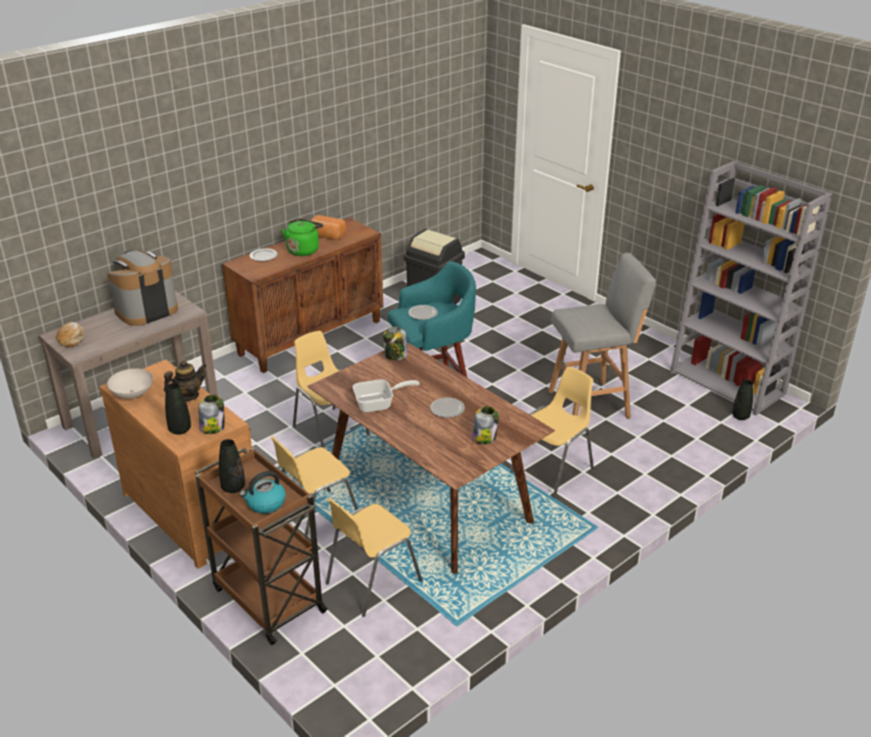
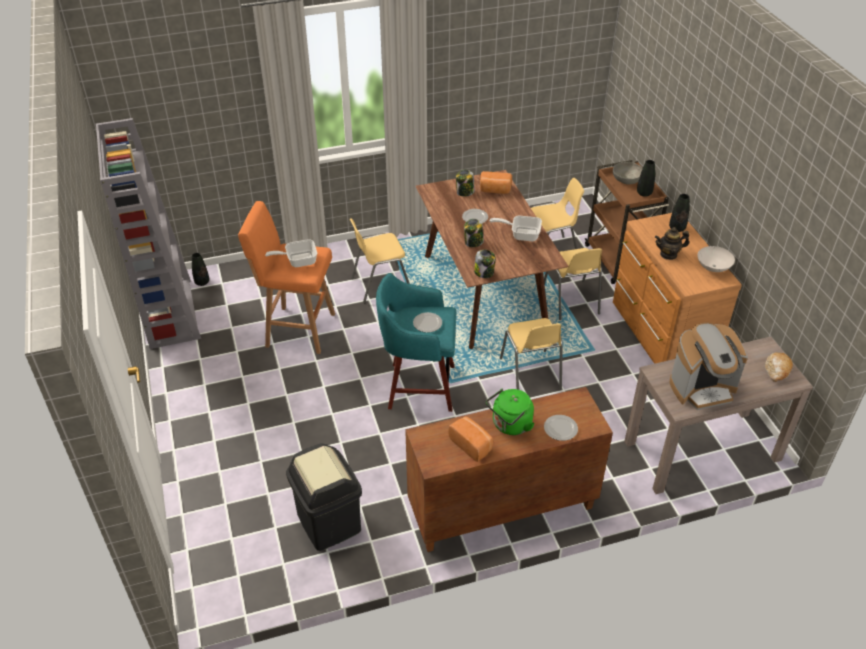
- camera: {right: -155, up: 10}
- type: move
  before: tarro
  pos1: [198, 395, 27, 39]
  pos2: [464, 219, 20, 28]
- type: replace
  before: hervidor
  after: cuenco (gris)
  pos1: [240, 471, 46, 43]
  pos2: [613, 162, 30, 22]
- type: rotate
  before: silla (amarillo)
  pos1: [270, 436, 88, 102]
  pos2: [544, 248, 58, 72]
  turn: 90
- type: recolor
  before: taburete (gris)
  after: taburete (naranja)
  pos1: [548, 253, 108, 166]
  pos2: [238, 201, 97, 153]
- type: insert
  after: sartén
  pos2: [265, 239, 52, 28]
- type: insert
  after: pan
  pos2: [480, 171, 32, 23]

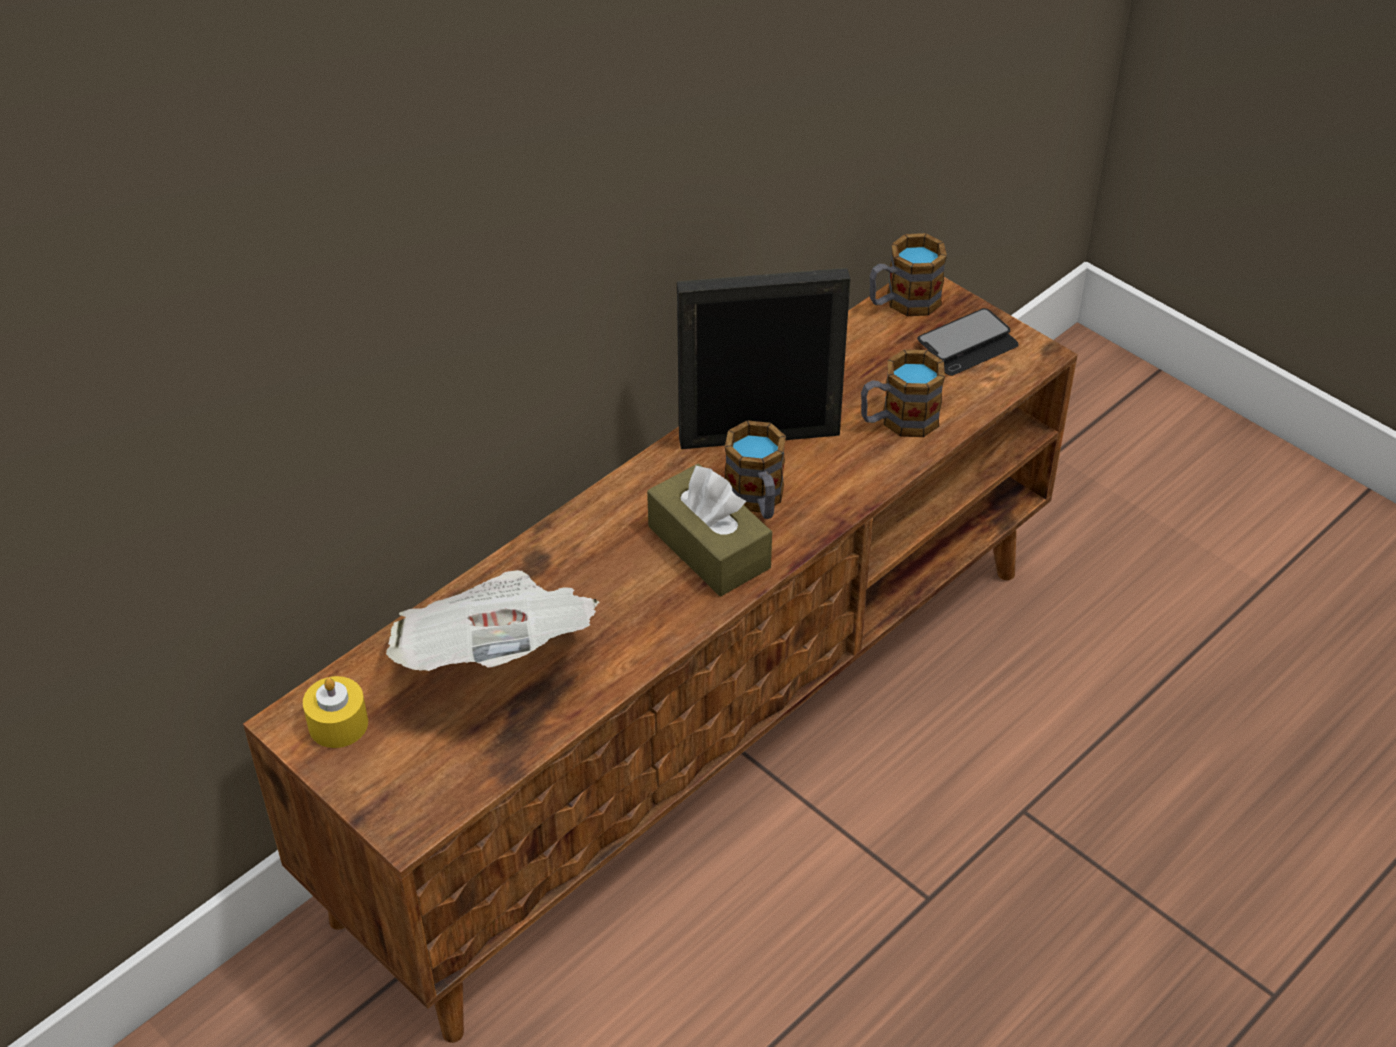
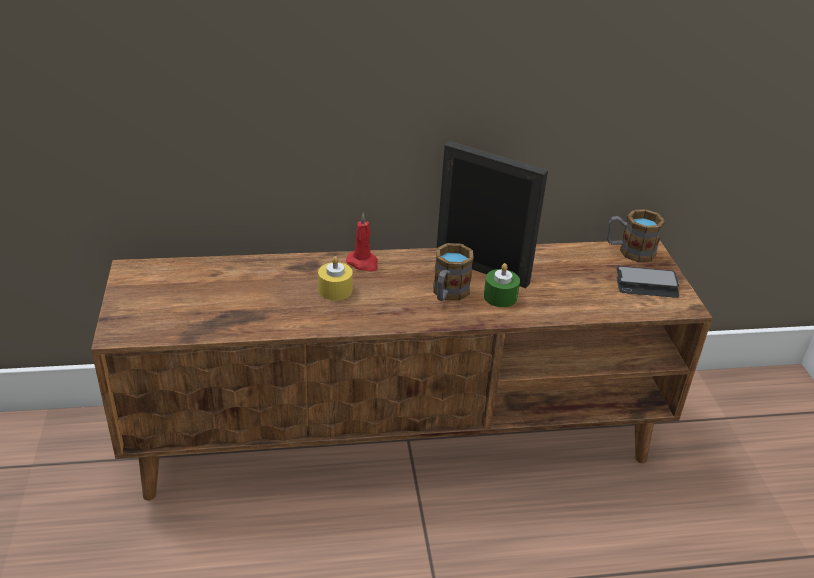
- camera: {right: 35, up: -10}
- type: move
  before: vela (amarillo)
  pos1: [303, 676, 65, 72]
  pos2: [318, 256, 35, 45]
- type: delete
  before: periódico
  pos1: [386, 570, 214, 101]
- type: delete
  before: caja de pañuelos (marrón)
  pos1: [647, 464, 125, 132]
- type: delete
  before: taza grande
  pos1: [861, 349, 84, 88]
- type: insert
  after: vela (rojo)
  pos2: [346, 213, 32, 59]
- type: insert
  after: vela (verde)
  pos2: [484, 263, 36, 44]

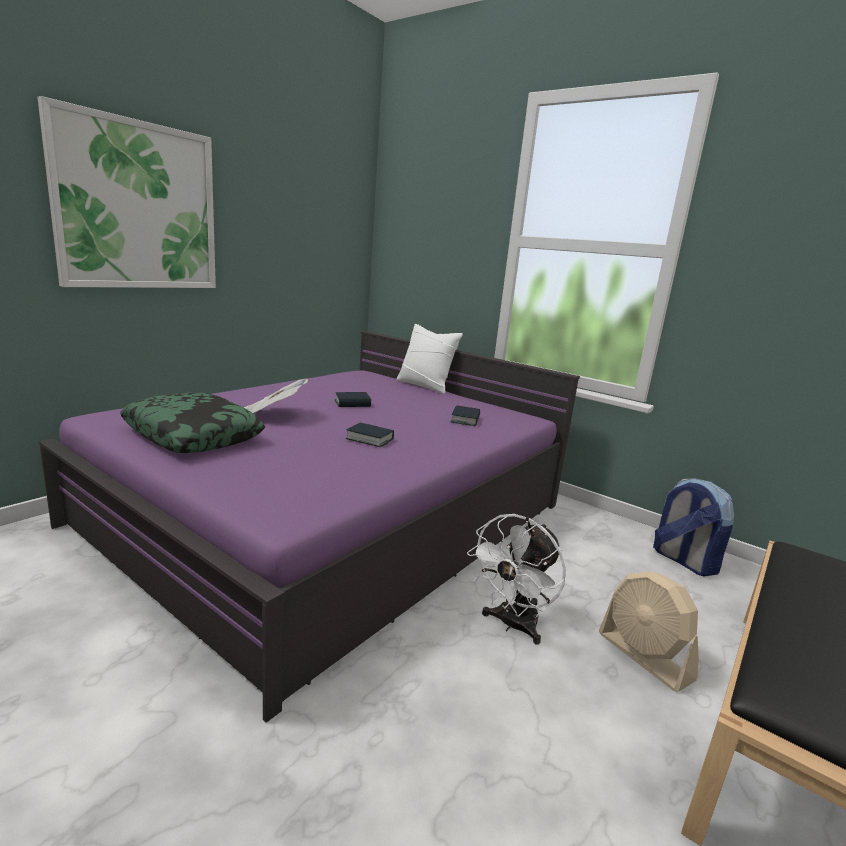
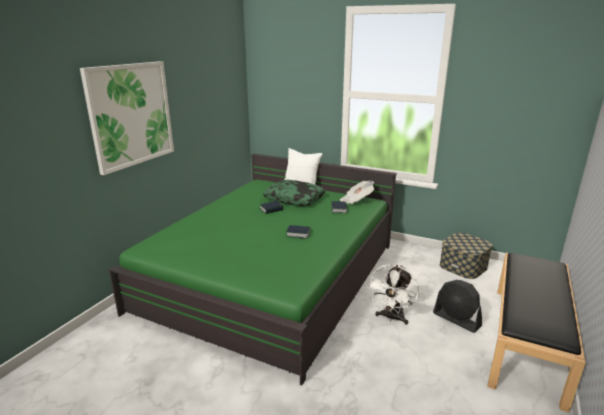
- camera: {right: -10, up: 5}
- type: recolor
  before: cama (morado)
  after: cama (verde)
  pos1: [39, 331, 541, 392]
  pos2: [108, 154, 289, 231]
- type: move
  before: cojín
  pos1: [120, 392, 145, 61]
  pos2: [263, 180, 62, 26]
- type: move
  before: periódico
  pos1: [244, 379, 64, 34]
  pos2: [340, 181, 34, 23]
- type: recolor
  before: ventilador (beis)
  after: ventilador (negro)
  pos1: [599, 571, 100, 121]
  pos2: [433, 280, 49, 53]
- type: replace
  before: mochila
  after: caja de almacenaje
  pos1: [653, 478, 81, 99]
  pos2: [440, 233, 53, 46]

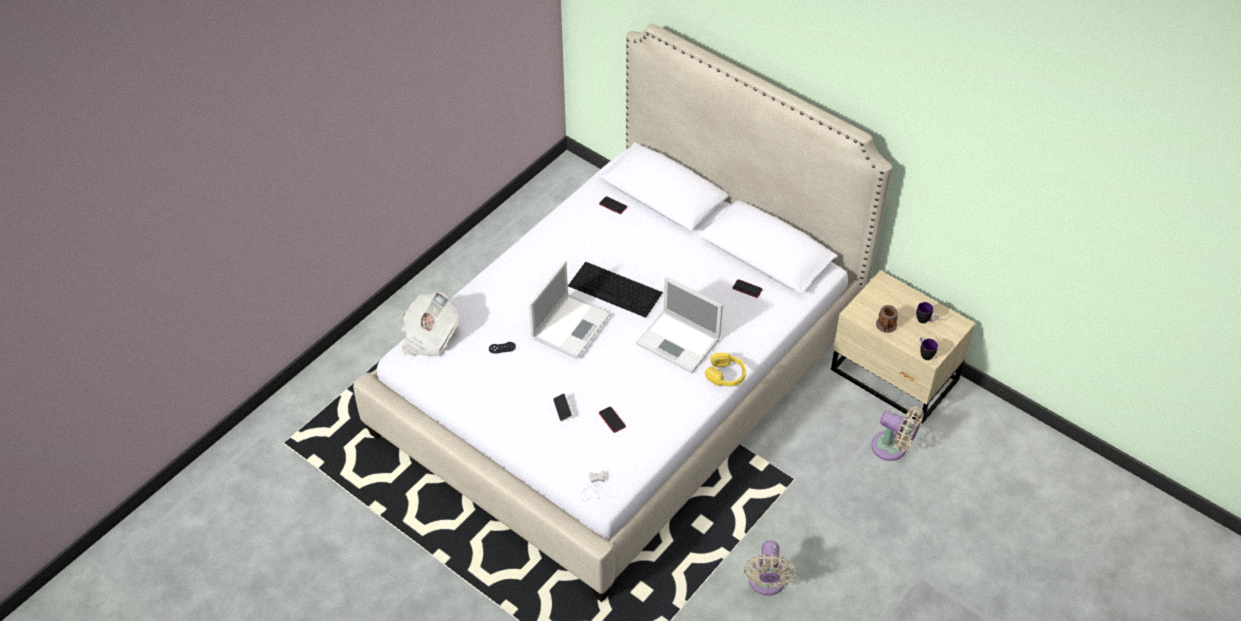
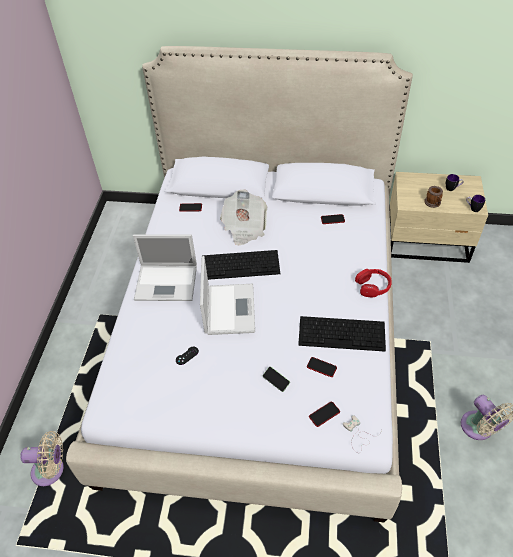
- camera: {right: -30, up: 0}
- type: move
  before: periódico
  pos1: [402, 292, 57, 65]
  pos2: [220, 190, 47, 56]
- type: move
  before: portátil
  pos1: [636, 277, 87, 96]
  pos2: [133, 234, 64, 67]
- type: recolor
  before: auriculares (amarillo)
  after: auriculares (rojo)
  pos1: [705, 353, 41, 33]
  pos2: [355, 269, 37, 29]
- type: move
  before: ventilador (beis)
  pos1: [871, 406, 53, 55]
  pos2: [20, 431, 44, 55]
- type: insert
  after: teclado
  pos2: [298, 316, 88, 36]
- type: insert
  after: móvil
  pos2: [309, 402, 31, 25]

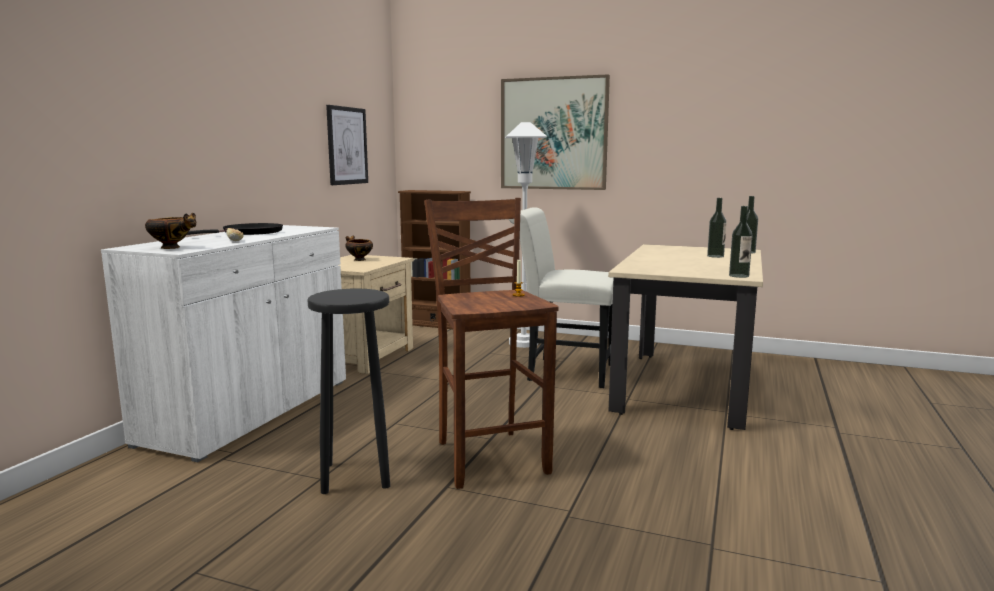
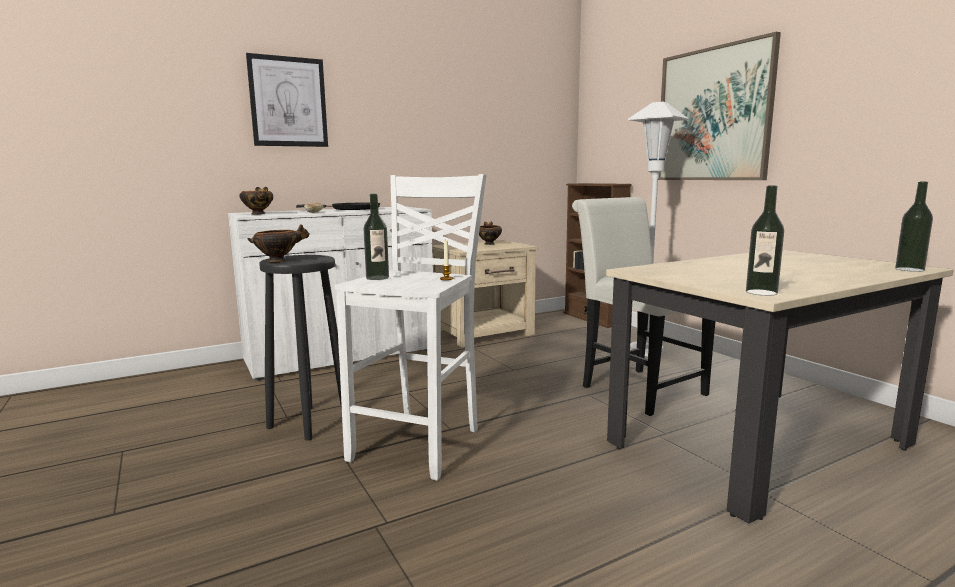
- camera: {right: 40, up: 0}
- type: move
  before: cuadro
  pos1: [326, 105, 42, 80]
  pos2: [246, 53, 82, 94]
- type: recolor
  before: taburete (marrón)
  after: taburete (blanco)
  pos1: [424, 198, 135, 291]
  pos2: [335, 174, 151, 307]
- type: move
  before: botella
  pos1: [707, 198, 20, 60]
  pos2: [364, 194, 25, 86]
- type: insert
  after: cuenco
  pos2: [248, 224, 61, 38]

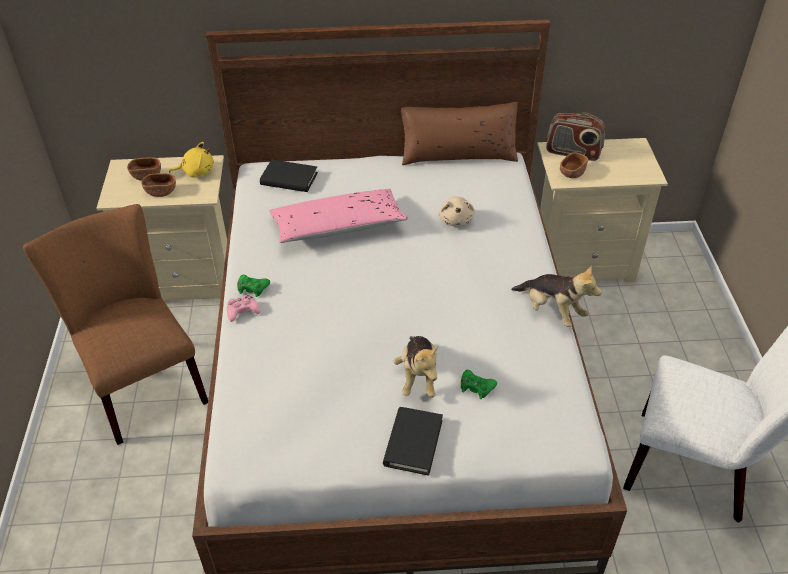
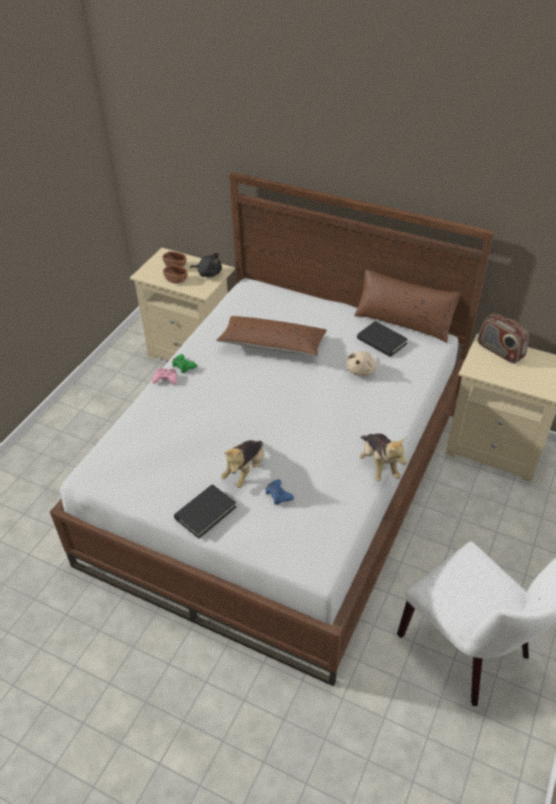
- camera: {right: 30, up: 0}
- type: delete
  before: silla (marrón)
  pos1: [23, 204, 185, 241]
- type: recolor
  before: peluche (amarillo)
  after: peluche (negro)
  pos1: [169, 142, 45, 36]
  pos2: [190, 253, 32, 24]
- type: move
  before: libro (negro)
  pos1: [260, 160, 58, 32]
  pos2: [357, 321, 51, 36]
- type: recolor
  before: cojín (rosa)
  after: cojín (marrón)
  pos1: [269, 189, 139, 54]
  pos2: [216, 316, 111, 40]
- type: recolor
  before: mando de consola (verde)
  after: mando de consola (azul)
  pos1: [461, 370, 36, 29]
  pos2: [265, 479, 29, 26]
- type: delete
  before: cuenco (marrón)
  pos1: [560, 152, 28, 26]

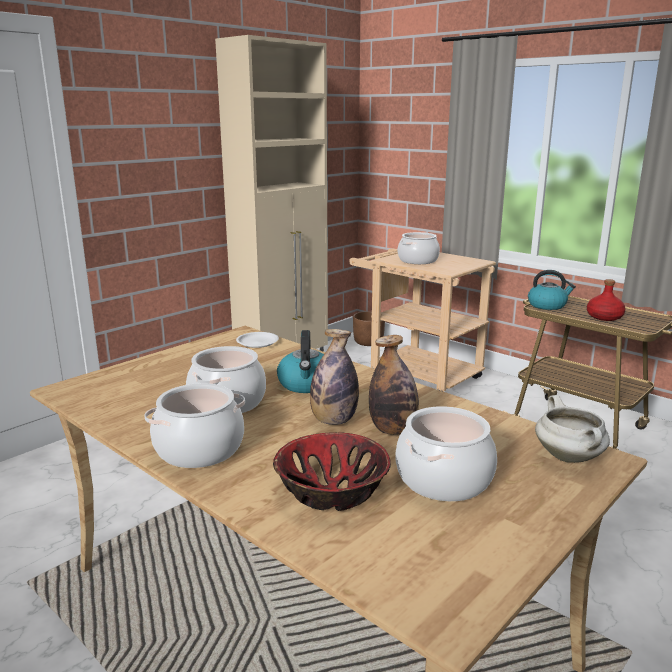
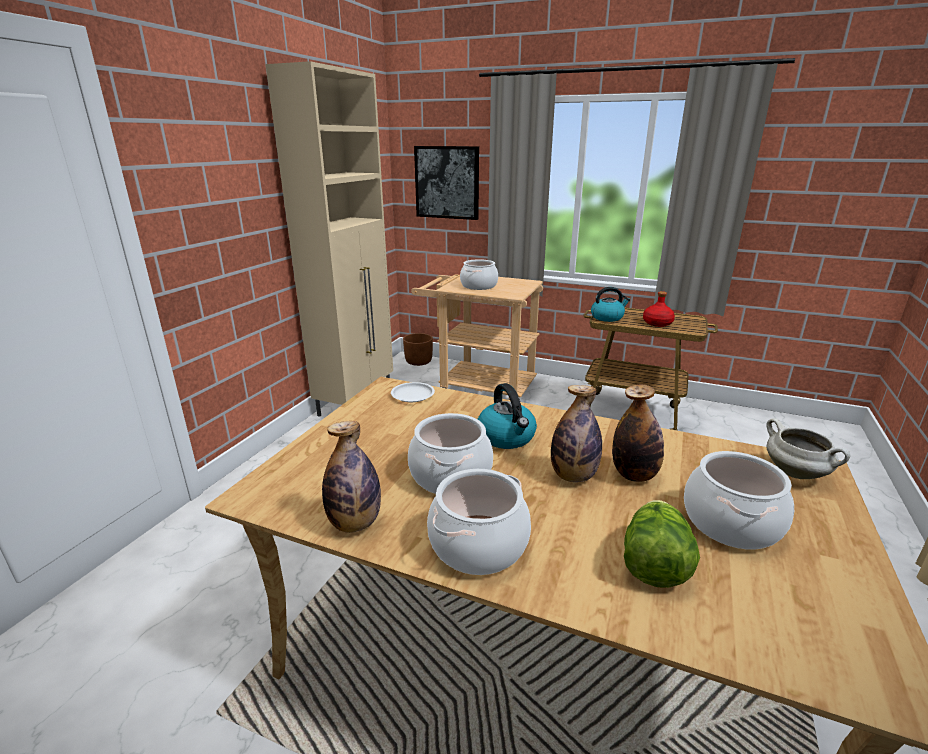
- camera: {right: -20, up: 5}
- type: replace
  before: cuenco
  after: lechuga
  pos1: [273, 432, 118, 79]
  pos2: [624, 500, 76, 88]
- type: insert
  after: botella
  pos2: [322, 421, 59, 112]
- type: insert
  after: cuadro
  pos2: [414, 146, 65, 74]

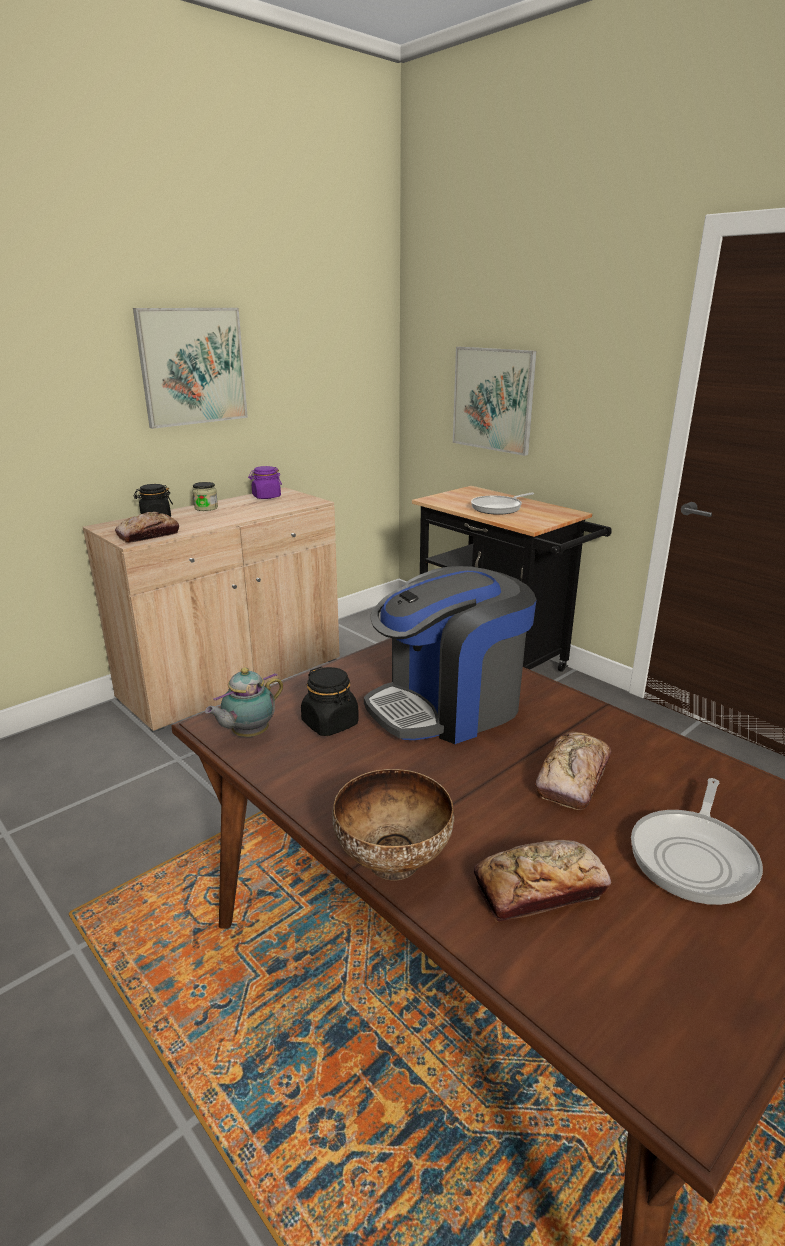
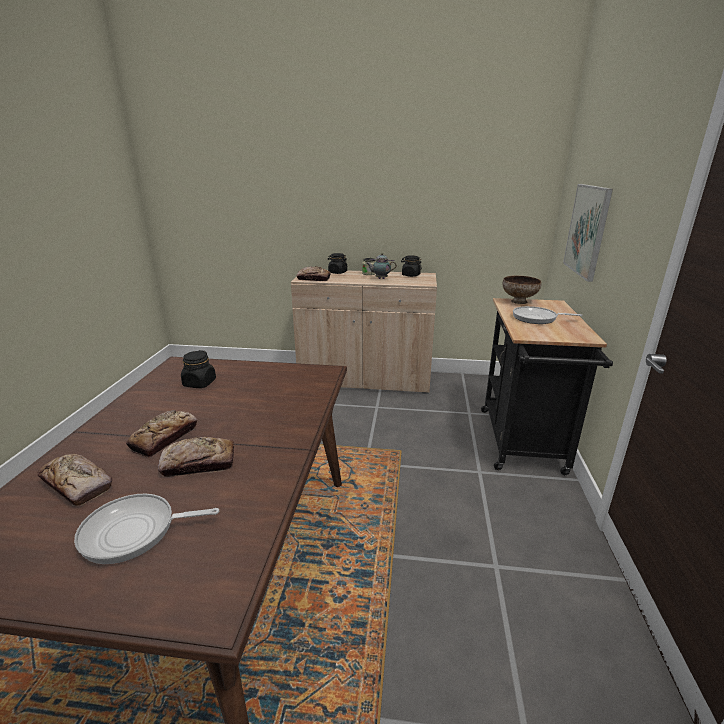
- camera: {right: 50, up: 0}
- type: delete
  before: cuadro
  pos1: [133, 308, 115, 121]
- type: move
  before: tetera
  pos1: [205, 667, 78, 70]
  pos2: [366, 253, 31, 26]
- type: recolor
  before: tarro (morado)
  after: tarro (negro)
  pos1: [248, 466, 34, 33]
  pos2: [401, 255, 21, 22]
- type: move
  before: cuenco
  pos1: [332, 769, 122, 111]
  pos2: [503, 275, 39, 29]
- type: delete
  before: cafetera
  pos1: [364, 566, 173, 178]
- type: insert
  after: pan
  pos2: [126, 410, 71, 48]

